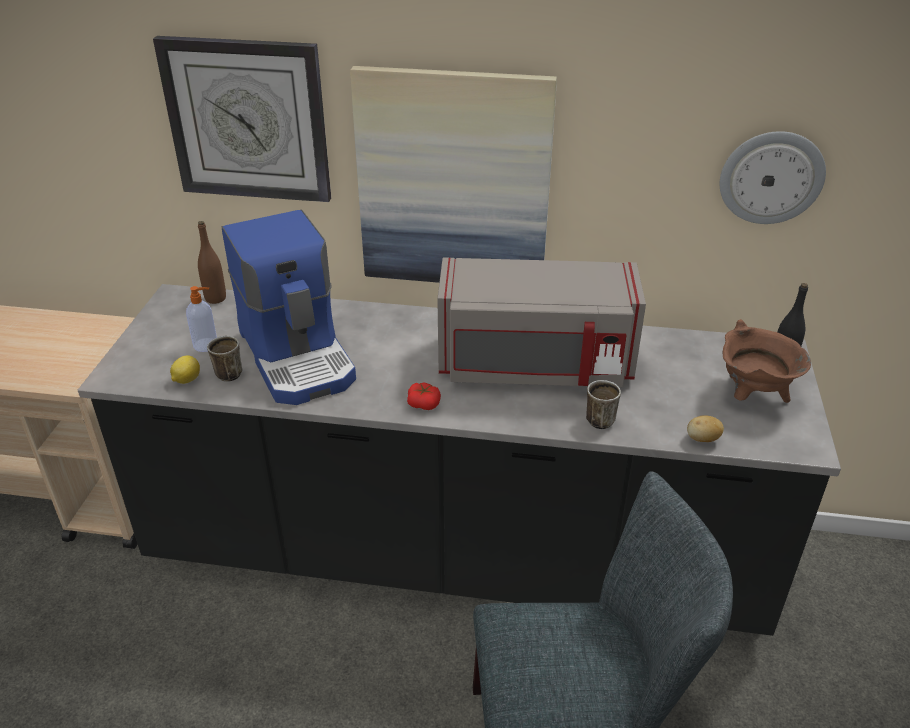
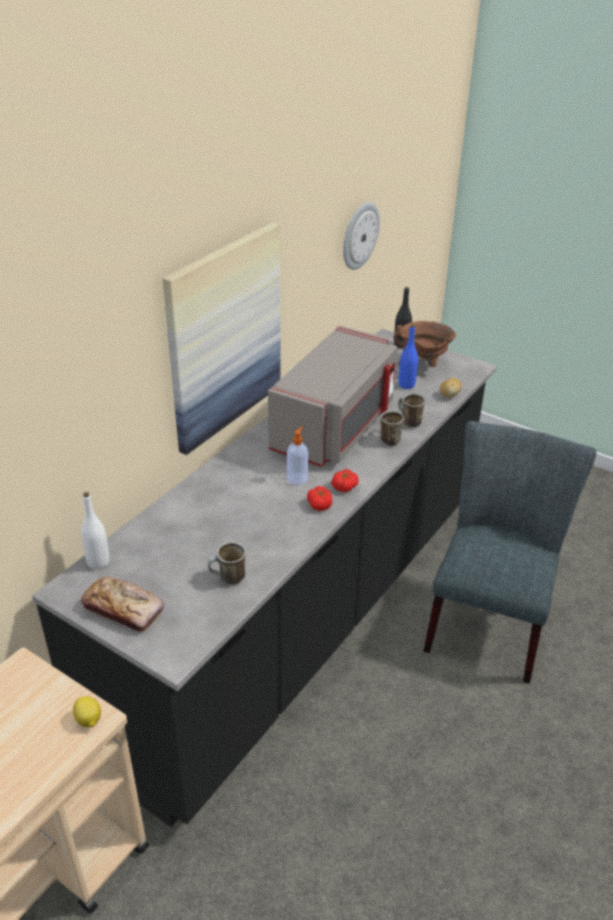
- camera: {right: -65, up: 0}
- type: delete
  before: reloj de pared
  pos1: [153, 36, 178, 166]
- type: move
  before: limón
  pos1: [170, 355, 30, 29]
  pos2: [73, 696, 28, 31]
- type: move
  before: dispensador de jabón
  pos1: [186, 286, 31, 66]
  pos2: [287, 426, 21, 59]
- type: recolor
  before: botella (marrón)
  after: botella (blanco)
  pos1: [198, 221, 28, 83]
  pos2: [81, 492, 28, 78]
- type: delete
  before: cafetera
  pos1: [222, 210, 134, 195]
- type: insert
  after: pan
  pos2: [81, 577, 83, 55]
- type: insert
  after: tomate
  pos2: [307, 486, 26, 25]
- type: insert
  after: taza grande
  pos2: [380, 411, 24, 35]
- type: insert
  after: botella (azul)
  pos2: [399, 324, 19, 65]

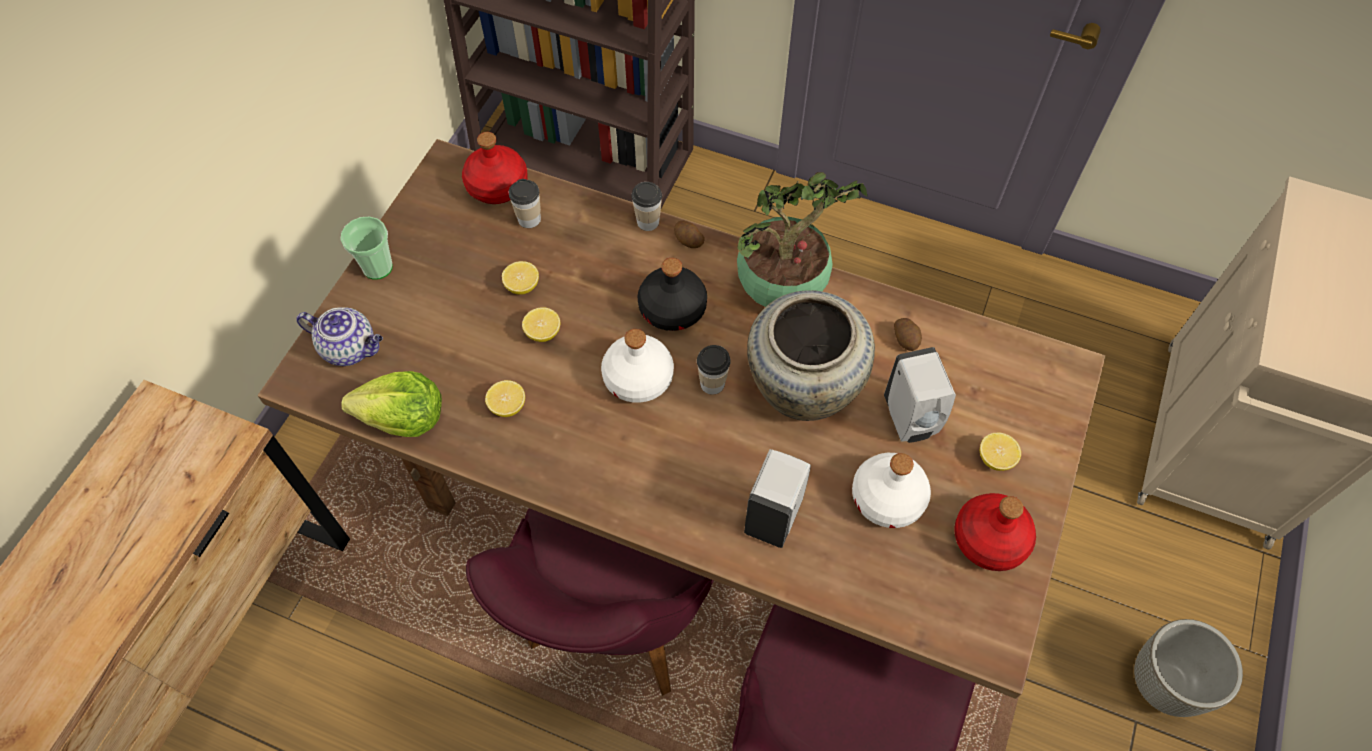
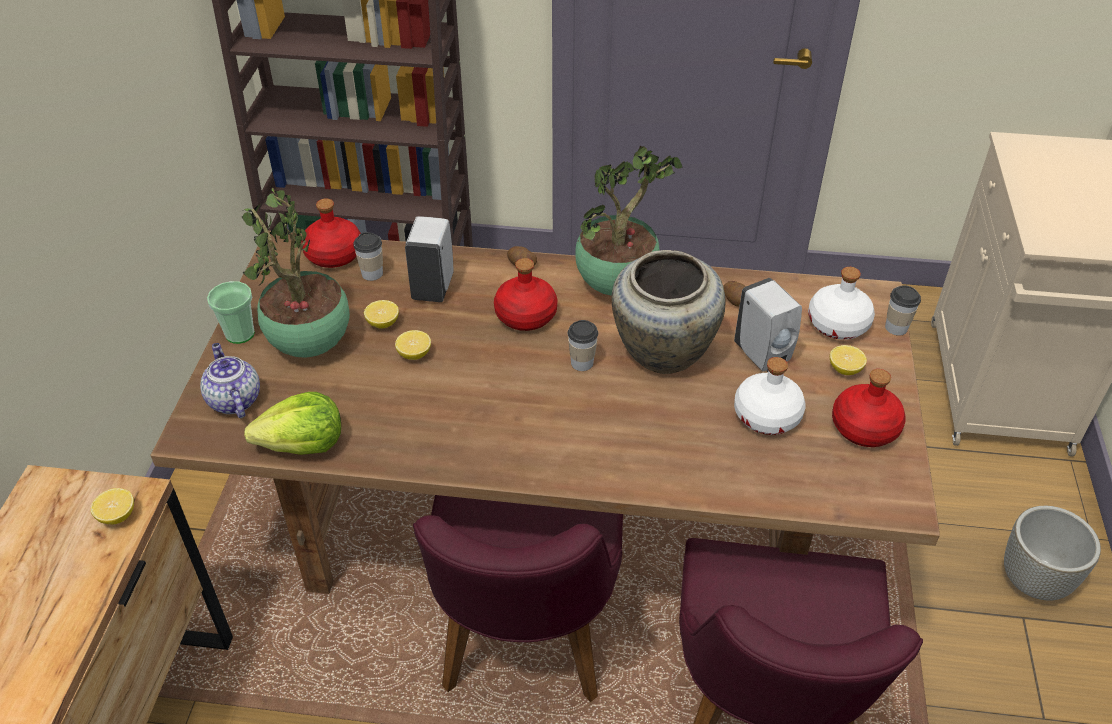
- camera: {right: -15, up: -15}
- type: rotate
  before: tetera
  pos1: [296, 307, 87, 59]
  pos2: [200, 343, 60, 75]
  turn: -120
- type: move
  before: limón
  pos1: [485, 380, 40, 37]
  pos2: [91, 488, 43, 36]
- type: move
  before: botella (blanco)
  pos1: [601, 329, 73, 74]
  pos2: [808, 267, 67, 73]
- type: move
  before: taza
  pos1: [631, 182, 31, 49]
  pos2: [885, 285, 36, 51]
- type: recolor
  before: botella (negro)
  after: botella (rojo)
  pos1: [637, 258, 70, 73]
  pos2: [494, 258, 64, 73]
- type: move
  before: dispensador de jabón (blanco)
  pos1: [744, 449, 67, 99]
  pos2: [405, 217, 49, 85]
- type: insert
  after: planta en maceta
  pos2: [242, 188, 108, 170]

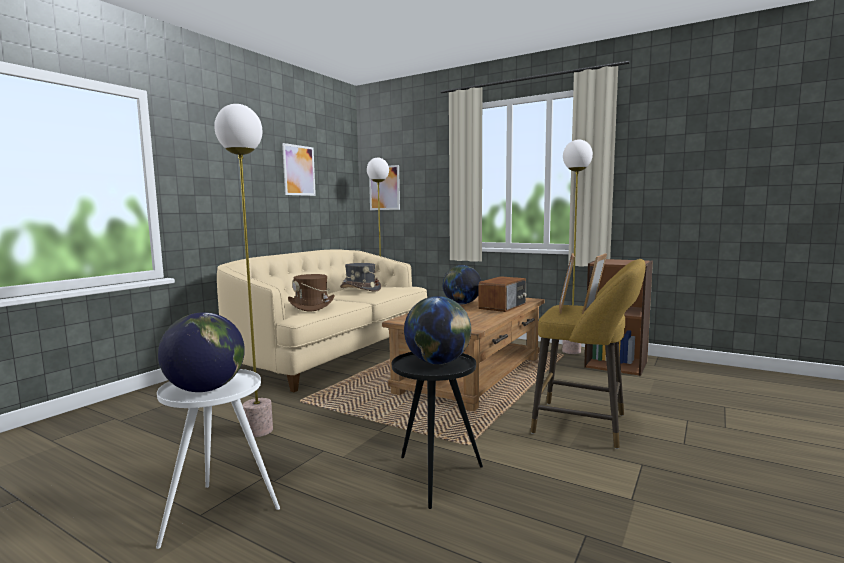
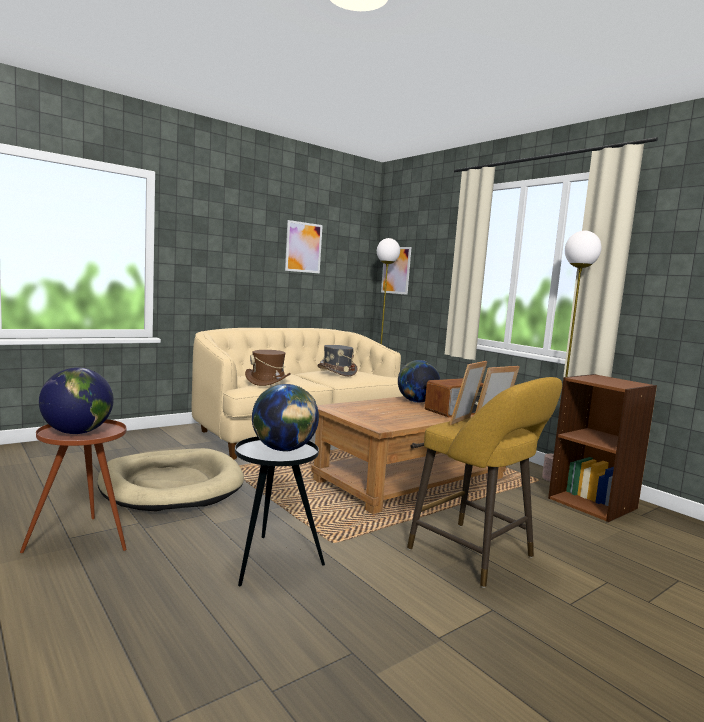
- camera: {right: 20, up: 0}
- type: recolor
  before: mesa auxiliar (blanco)
  after: mesa auxiliar (marrón)
  pos1: [156, 369, 124, 180]
  pos2: [20, 419, 107, 134]
- type: replace
  before: lámpara de pie
  after: cama para perro (beis)
  pos1: [214, 104, 59, 333]
  pos2: [97, 448, 147, 63]

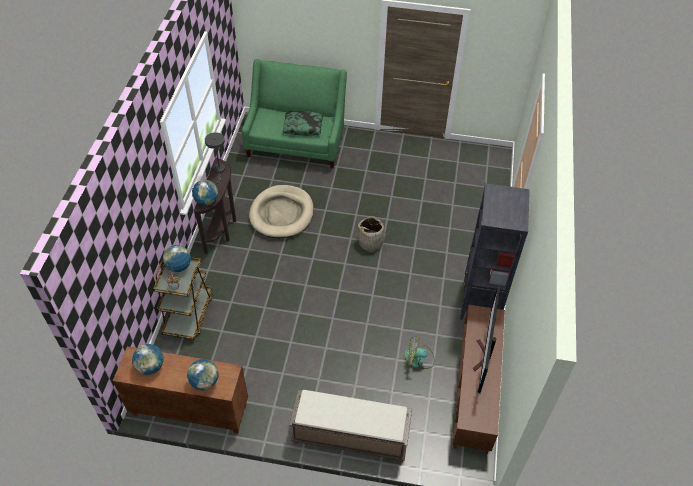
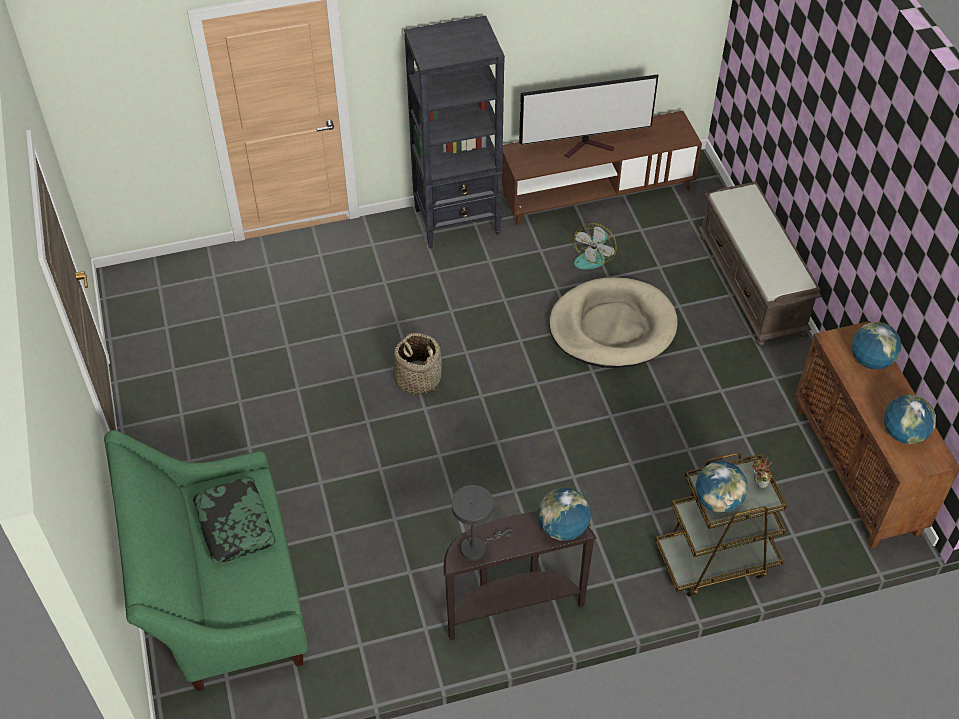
- camera: {right: -115, up: 0}
- type: move
  before: cama para perro (beis)
  pos1: [249, 185, 65, 53]
  pos2: [549, 278, 129, 90]
- type: rotate
  before: ventilador
  pos1: [404, 336, 31, 33]
  pos2: [572, 223, 45, 46]
  turn: 45

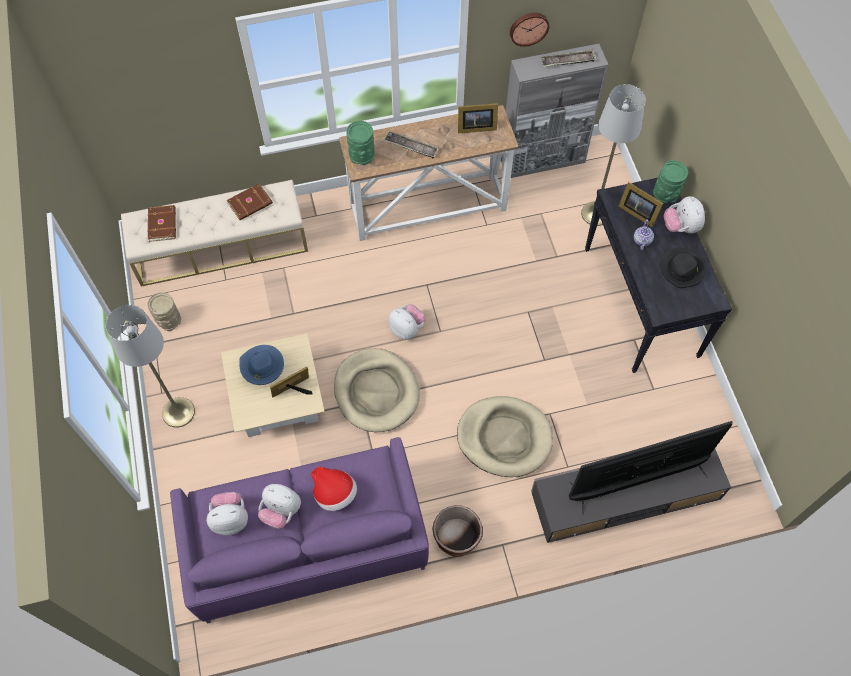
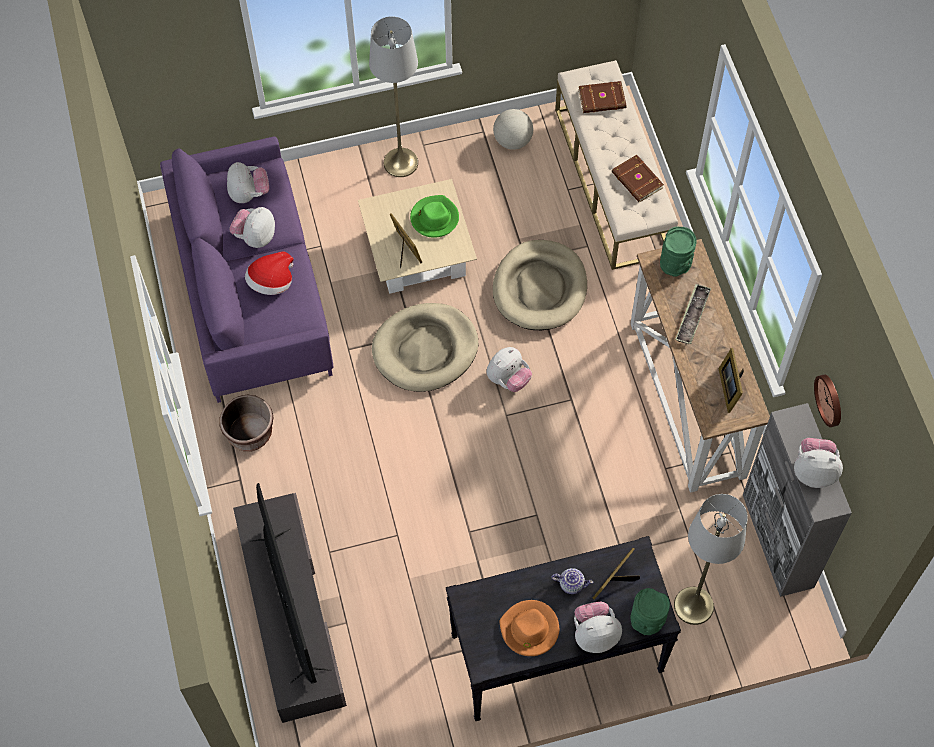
- camera: {right: 90, up: 0}
- type: replace
  before: florero (beis)
  after: globo terráqueo
  pos1: [148, 292, 33, 39]
  pos2: [493, 109, 40, 41]
- type: recolor
  before: sombrero (azul)
  after: sombrero (verde)
  pos1: [239, 345, 45, 40]
  pos2: [410, 195, 49, 43]
- type: move
  before: cama para perro (beis)
  pos1: [457, 396, 96, 81]
  pos2: [493, 240, 94, 90]
- type: replace
  before: bandeja
  after: peluche
  pos1: [541, 49, 55, 18]
  pos2: [794, 438, 49, 50]
- type: recolor
  before: sombrero (negro)
  after: sombrero (naranja)
  pos1: [660, 248, 46, 40]
  pos2: [500, 600, 59, 56]

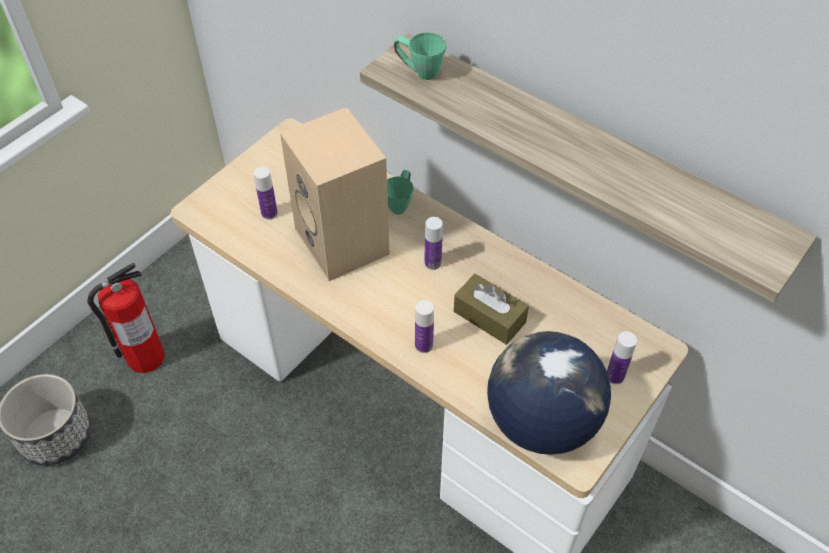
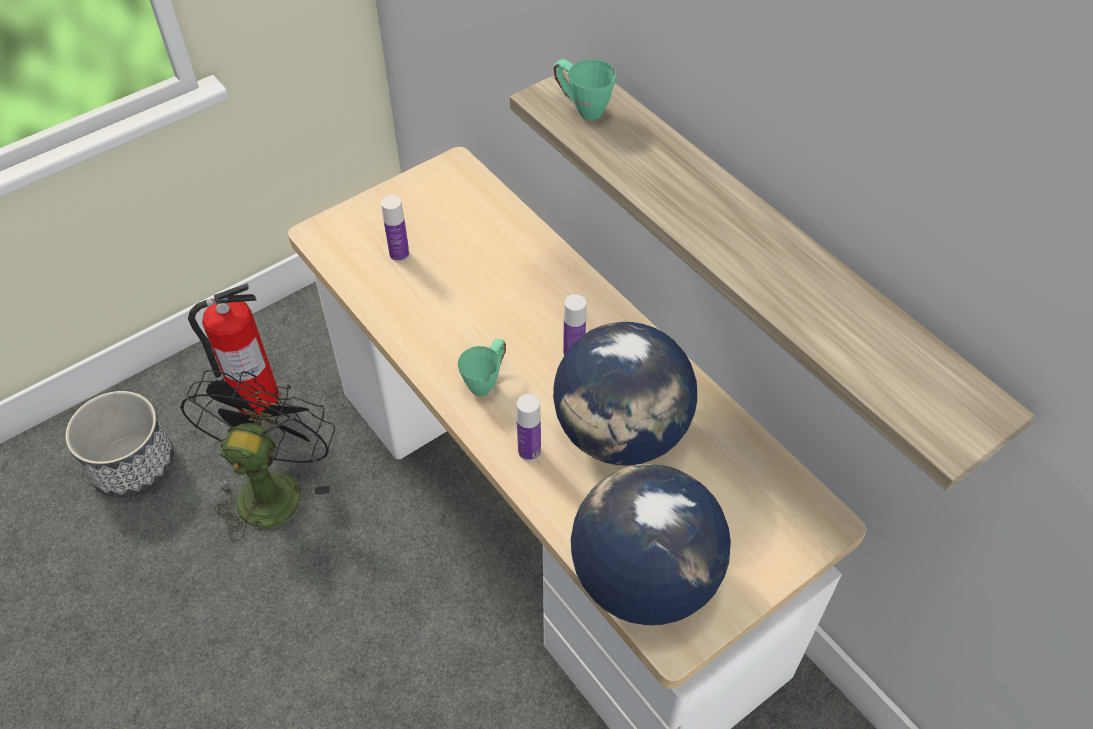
- camera: {right: 15, up: 0}
- type: delete
  before: altavoz (beis)
  pos1: [280, 107, 110, 174]
- type: move
  before: taza grande (verde)
  pos1: [387, 170, 26, 45]
  pos2: [458, 339, 48, 57]
- type: replace
  before: caja de pañuelos (marrón)
  after: globo terráqueo
  pos1: [454, 274, 75, 71]
  pos2: [553, 322, 144, 144]
- type: delete
  before: botella
  pos1: [607, 331, 30, 54]
- type: insert
  after: ventilador (negro)
  pos2: [180, 370, 155, 171]

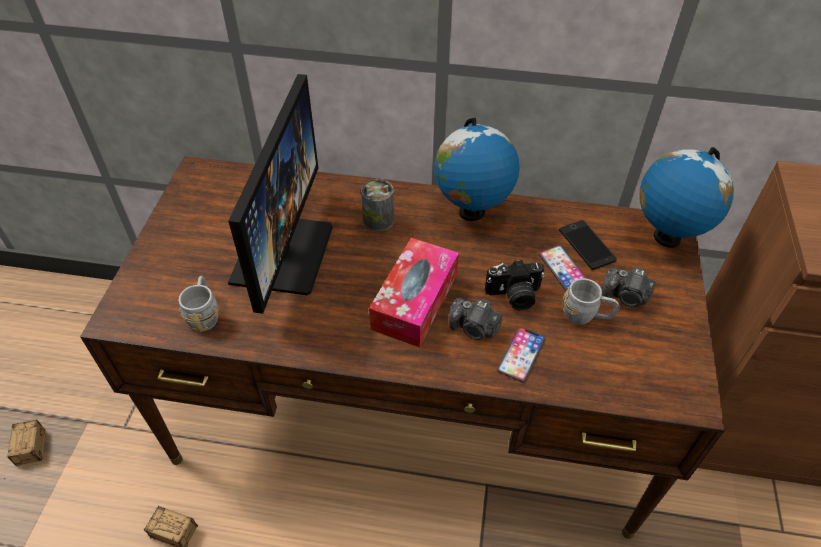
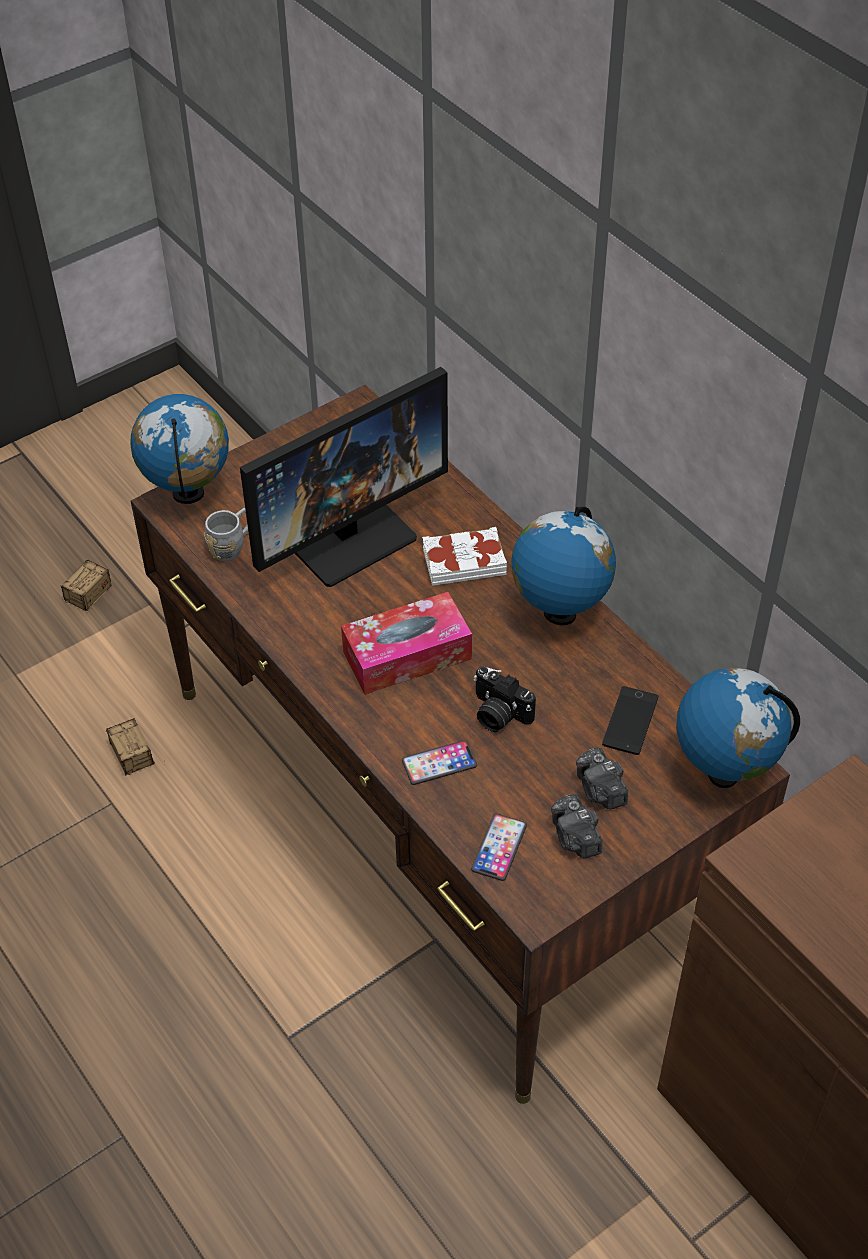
- camera: {right: 45, up: 0}
- type: replace
  before: lata
  after: libro (blanco)
  pos1: [361, 179, 33, 52]
  pos2: [422, 527, 85, 59]
- type: move
  before: cámara
  pos1: [449, 298, 53, 42]
  pos2: [551, 794, 51, 64]
- type: move
  before: móvil
  pos1: [539, 245, 48, 46]
  pos2: [471, 813, 56, 68]
- type: delete
  before: taza grande (gris)
  pos1: [563, 278, 57, 47]
- type: insert
  after: globo terráqueo
  pos2: [130, 394, 99, 110]

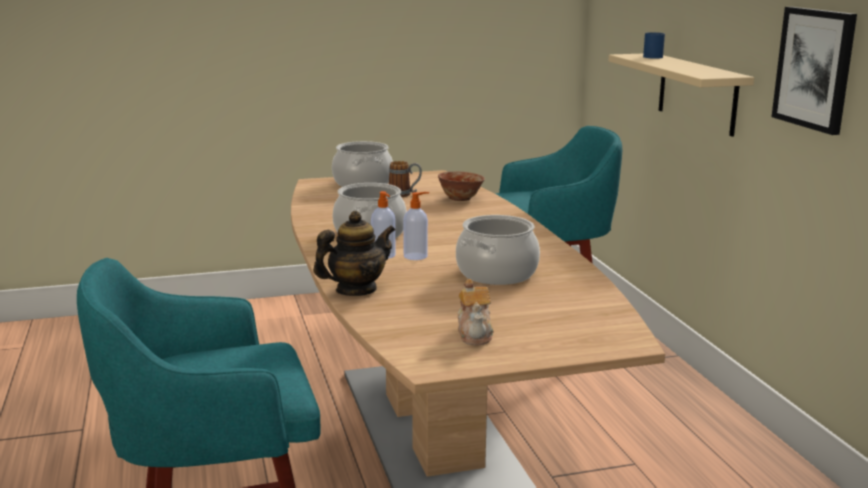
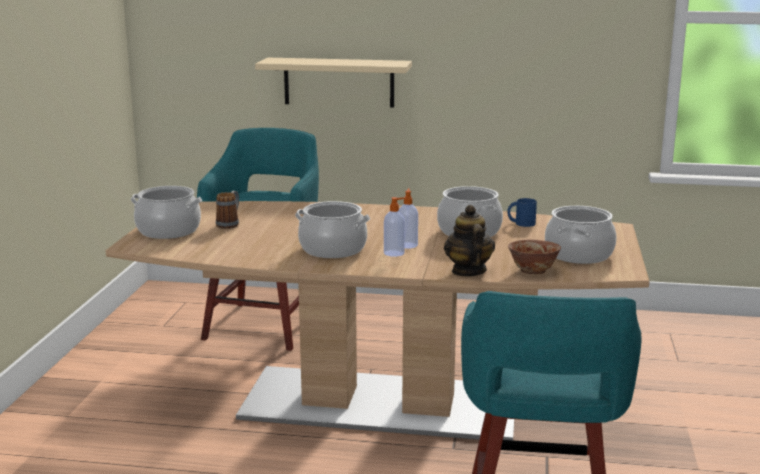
- camera: {right: -65, up: 0}
- type: move
  before: cuenco
  pos1: [438, 172, 47, 29]
  pos2: [508, 240, 53, 34]
- type: replace
  before: tetera
  after: olla
  pos1: [458, 279, 36, 66]
  pos2: [545, 206, 71, 58]
- type: move
  before: taza grande (azul)
  pos1: [643, 32, 22, 27]
  pos2: [507, 198, 30, 29]
- type: delete
  before: cuadro
  pos1: [772, 7, 85, 128]

